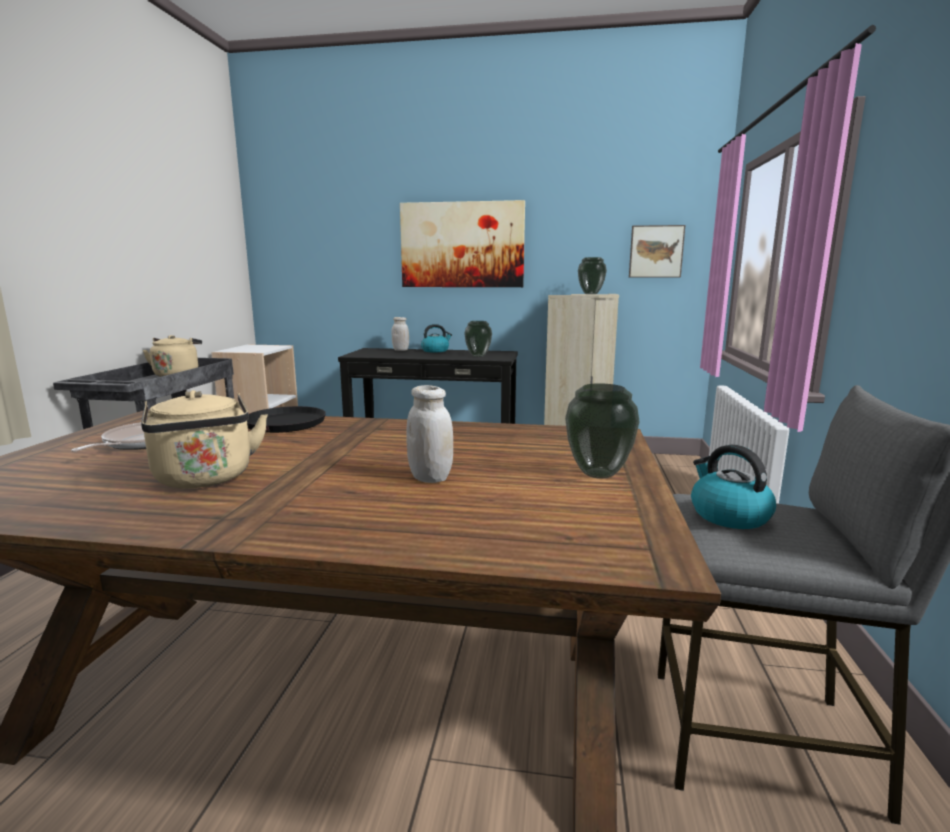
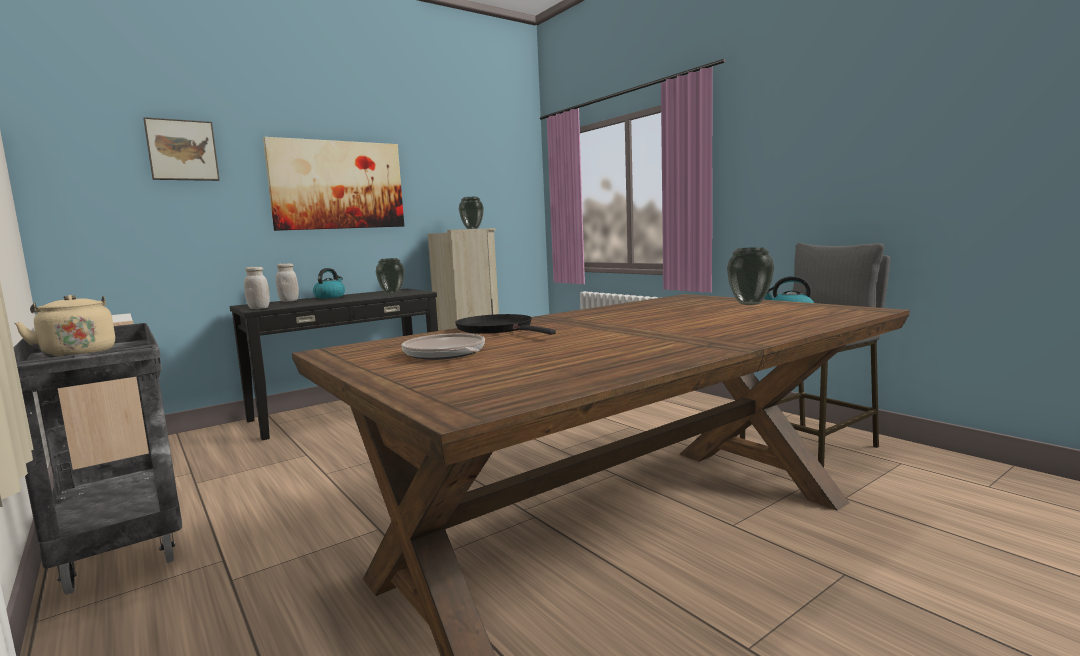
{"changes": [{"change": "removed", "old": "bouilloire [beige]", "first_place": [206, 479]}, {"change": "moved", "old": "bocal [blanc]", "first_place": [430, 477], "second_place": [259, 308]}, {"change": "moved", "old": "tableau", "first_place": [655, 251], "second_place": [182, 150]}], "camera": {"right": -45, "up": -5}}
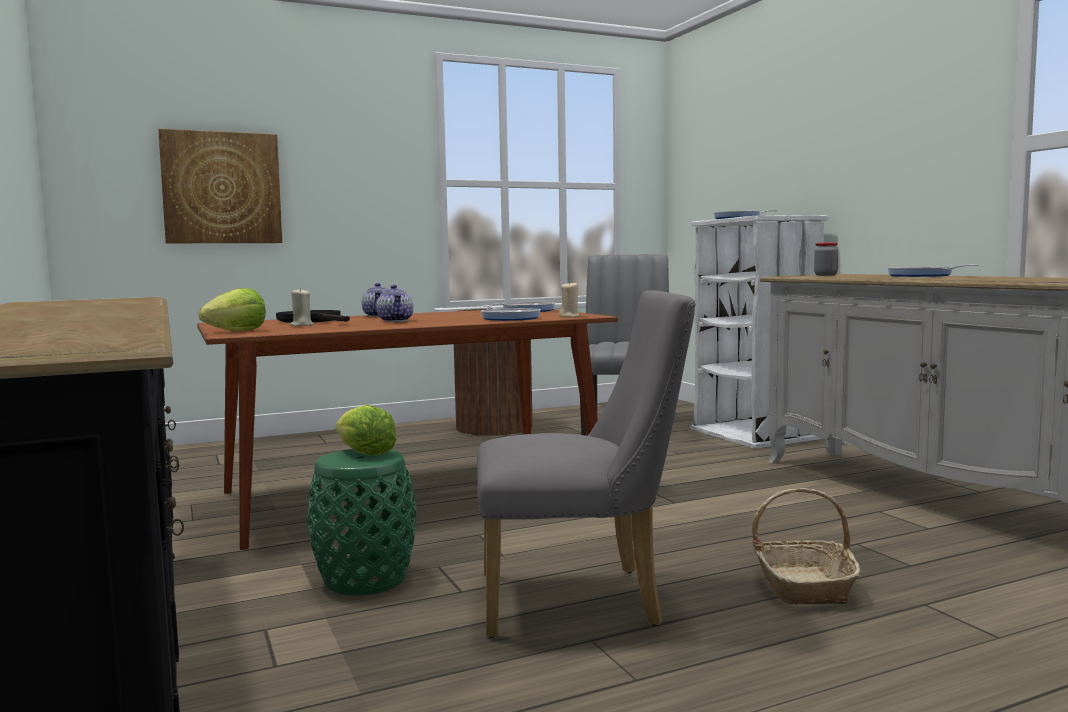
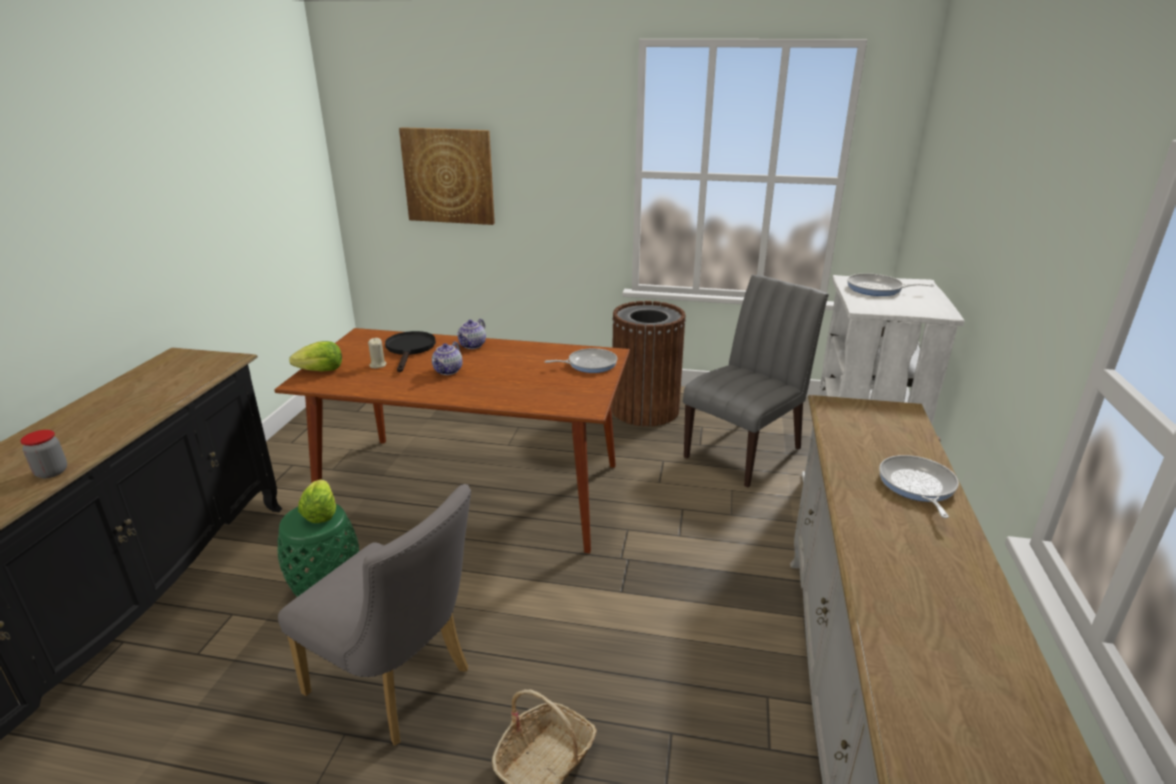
{"changes": [{"change": "removed", "old": "poêle", "first_place": [509, 318]}, {"change": "removed", "old": "bougie [beige]", "first_place": [569, 316]}, {"change": "moved", "old": "bocal", "first_place": [825, 275], "second_place": [52, 472]}], "camera": {"right": 35, "up": 20}}
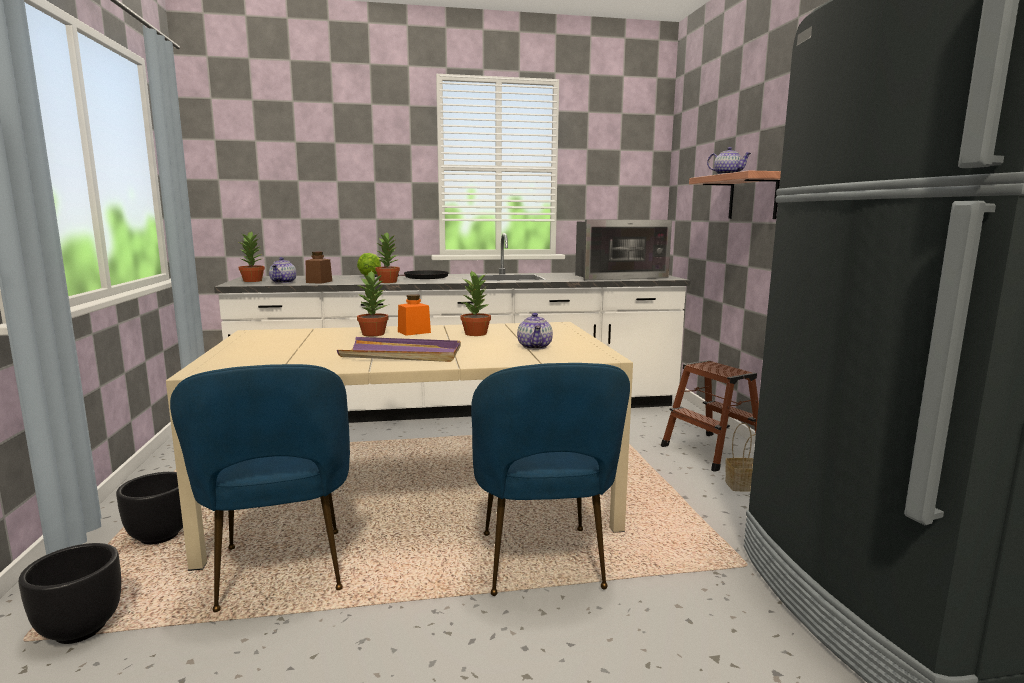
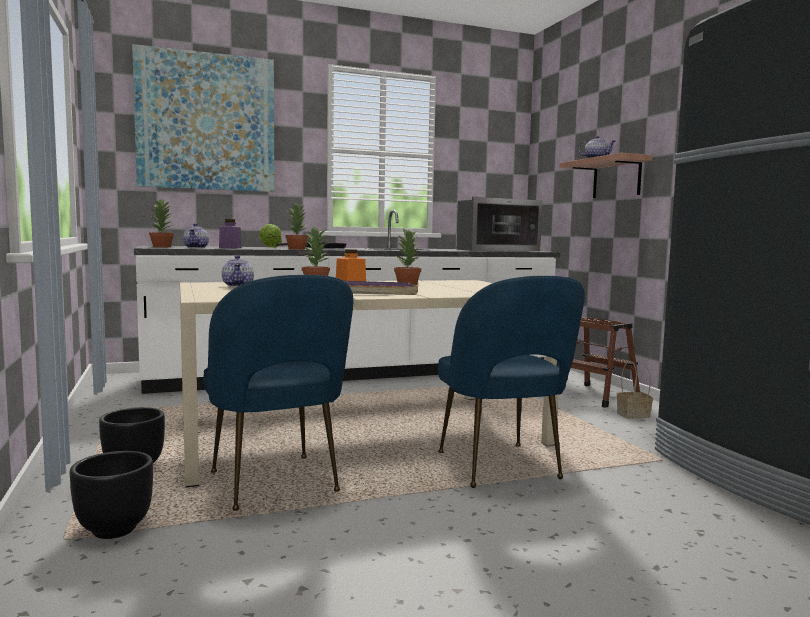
{"changes": [{"change": "added", "new": "tableau", "second_place": [206, 122]}, {"change": "moved", "old": "théière", "first_place": [535, 347], "second_place": [238, 286]}, {"change": "recoloured", "old": "bocal [marron]", "new": "bocal [violet]", "first_place": [319, 282], "second_place": [230, 248]}], "camera": {"right": -10, "up": -5}}
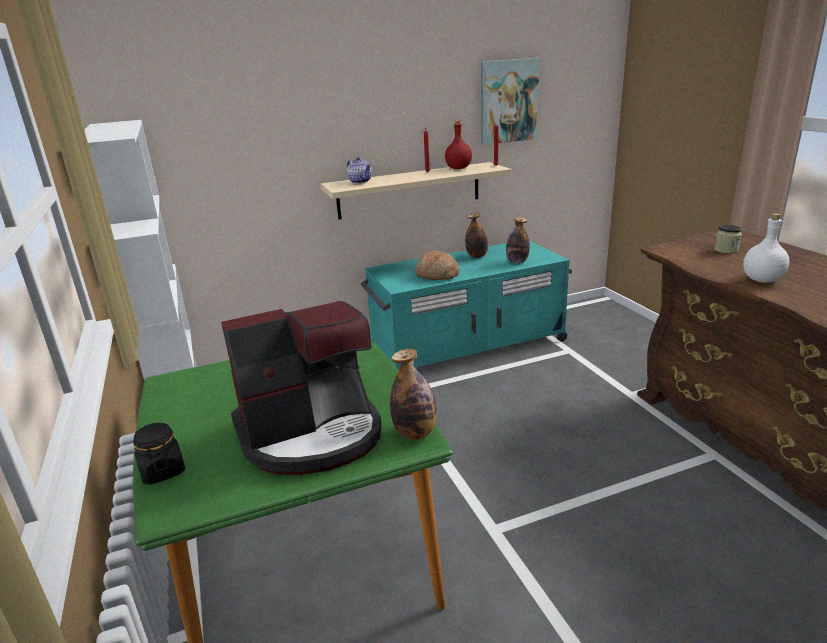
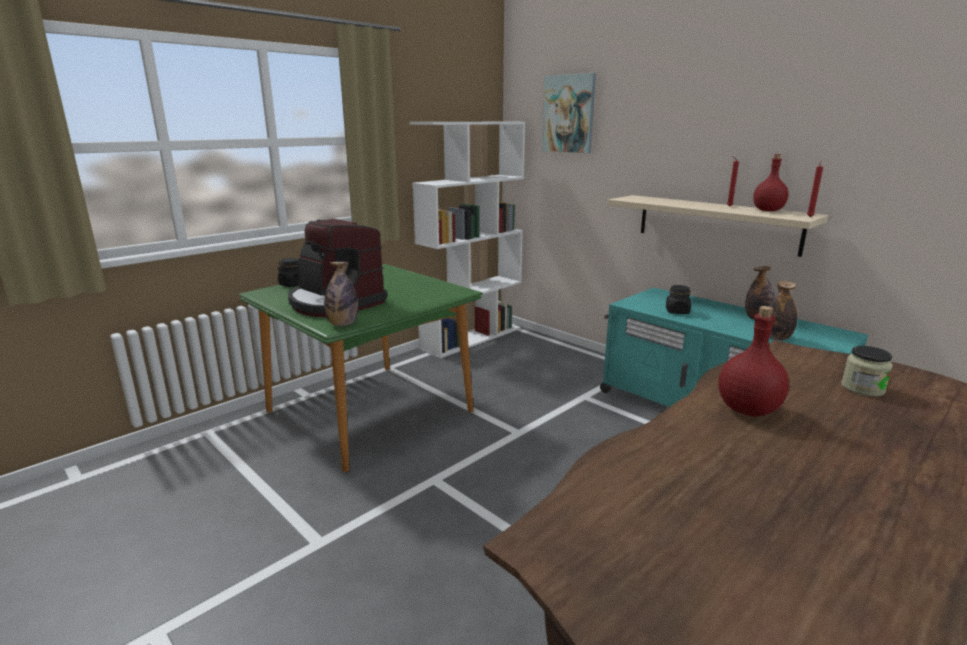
{"changes": [{"change": "removed", "old": "théière", "first_place": [360, 181]}, {"change": "moved", "old": "tableau", "first_place": [508, 101], "second_place": [569, 114]}, {"change": "replaced", "old": "pain", "new": "bocal [noir]", "first_place": [437, 275], "second_place": [677, 311]}, {"change": "recoloured", "old": "bouteille [blanc]", "new": "bouteille [rouge]", "first_place": [762, 280], "second_place": [747, 410]}], "camera": {"right": 65, "up": -5}}
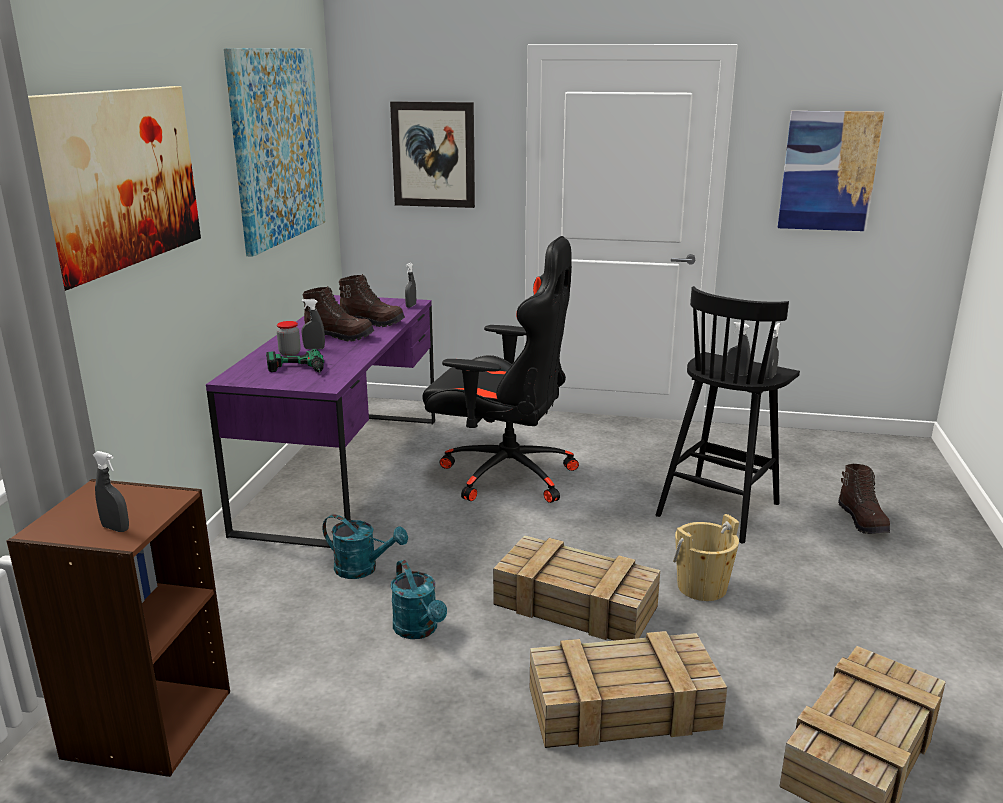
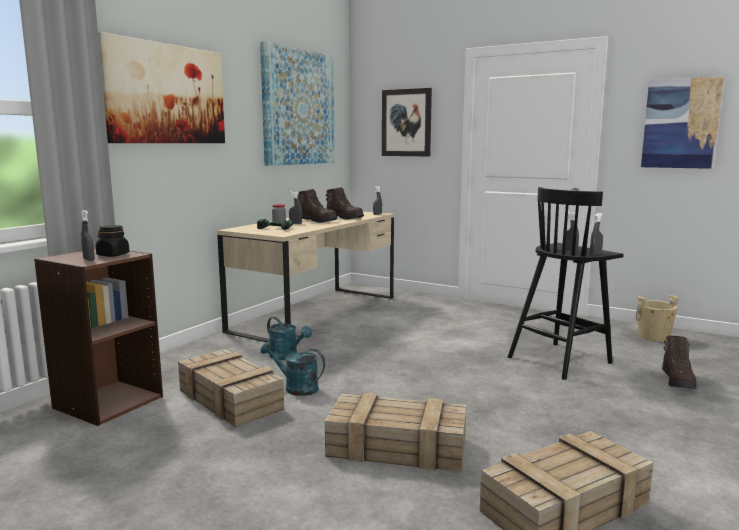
{"changes": [{"change": "removed", "old": "chaise de bureau [noir]", "first_place": [499, 474]}, {"change": "added", "new": "bocal [noir]", "second_place": [113, 255]}, {"change": "moved", "old": "caisse", "first_place": [578, 605], "second_place": [231, 399]}, {"change": "moved", "old": "seau [beige]", "first_place": [702, 587], "second_place": [653, 337]}, {"change": "recoloured", "old": "bureau [violet]", "new": "bureau [beige]", "first_place": [345, 471], "second_place": [316, 313]}, {"change": "turned", "old": "arrosoir [turquoise]", "first_place": [419, 630], "second_place": [296, 388], "degrees": 120}], "camera": {"right": 20, "up": -10}}
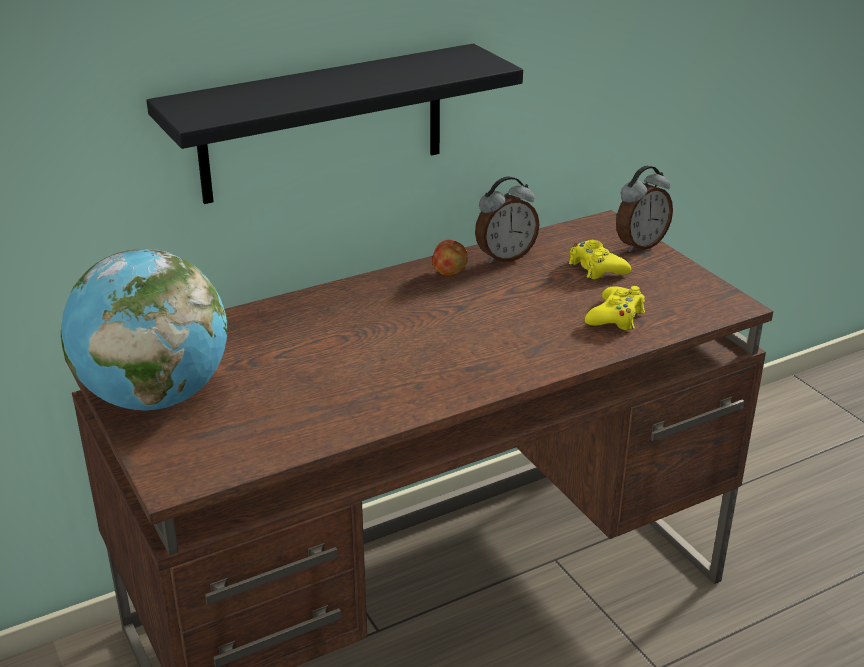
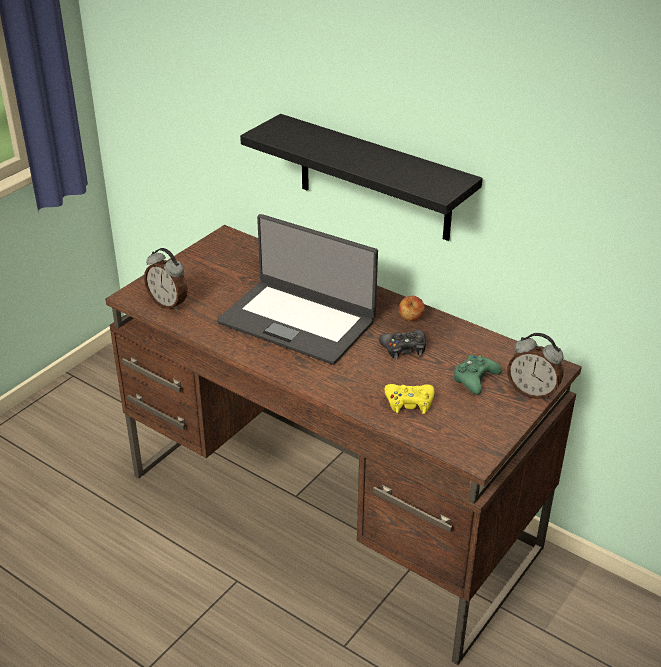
{"changes": [{"change": "removed", "old": "globe", "first_place": [155, 397]}, {"change": "added", "new": "ordinateur portable", "second_place": [297, 321]}, {"change": "added", "new": "manette [noir]", "second_place": [404, 349]}, {"change": "moved", "old": "réveil", "first_place": [505, 257], "second_place": [169, 303]}, {"change": "recoloured", "old": "manette [jaune]", "new": "manette [vert]", "first_place": [596, 267], "second_place": [475, 379]}], "camera": {"right": 65, "up": 5}}
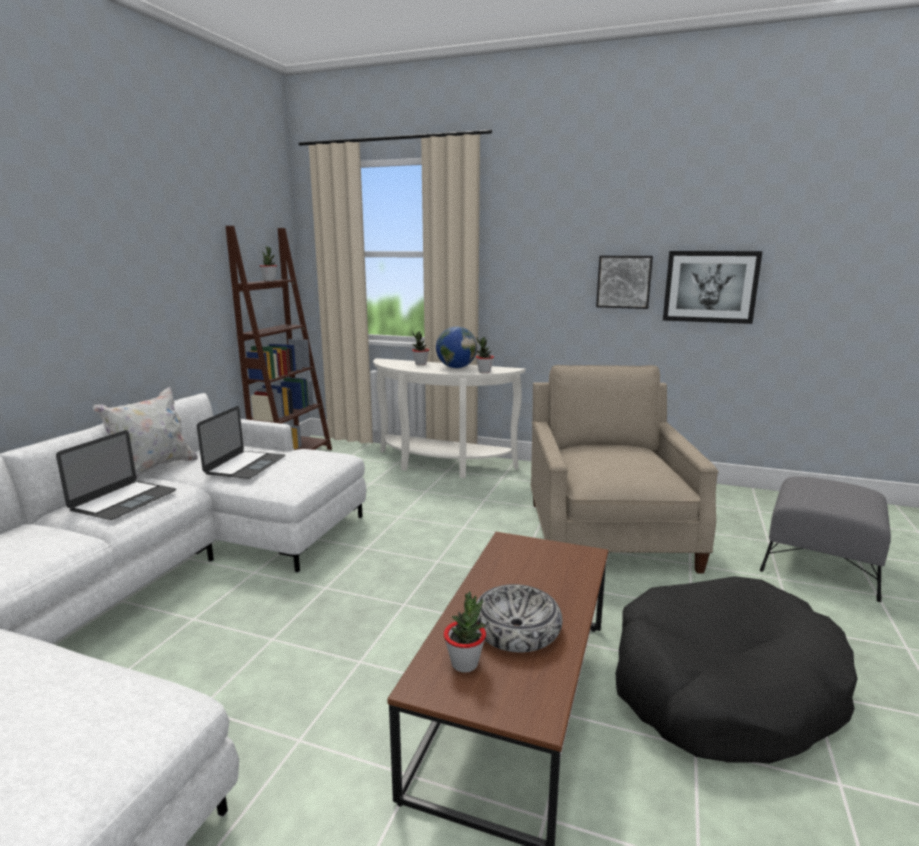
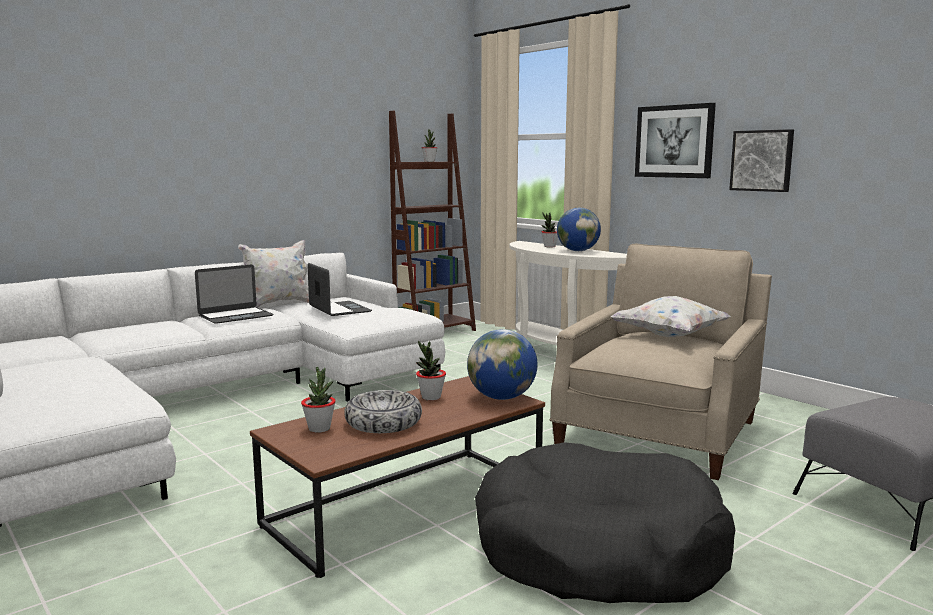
{"changes": [{"change": "added", "new": "globe", "second_place": [501, 397]}, {"change": "added", "new": "coussin [blanc]", "second_place": [670, 336]}, {"change": "moved", "old": "plante en pot", "first_place": [484, 372], "second_place": [431, 397]}, {"change": "moved", "old": "tableau", "first_place": [710, 286], "second_place": [674, 141]}, {"change": "turned", "old": "ordinateur portable", "first_place": [245, 465], "second_place": [339, 309], "degrees": -75}], "camera": {"right": 30, "up": -5}}
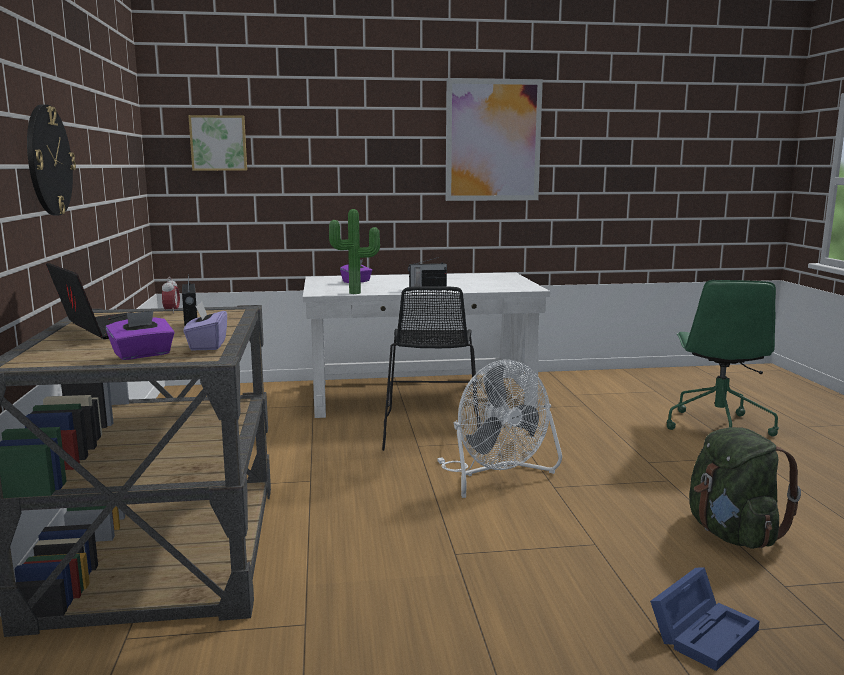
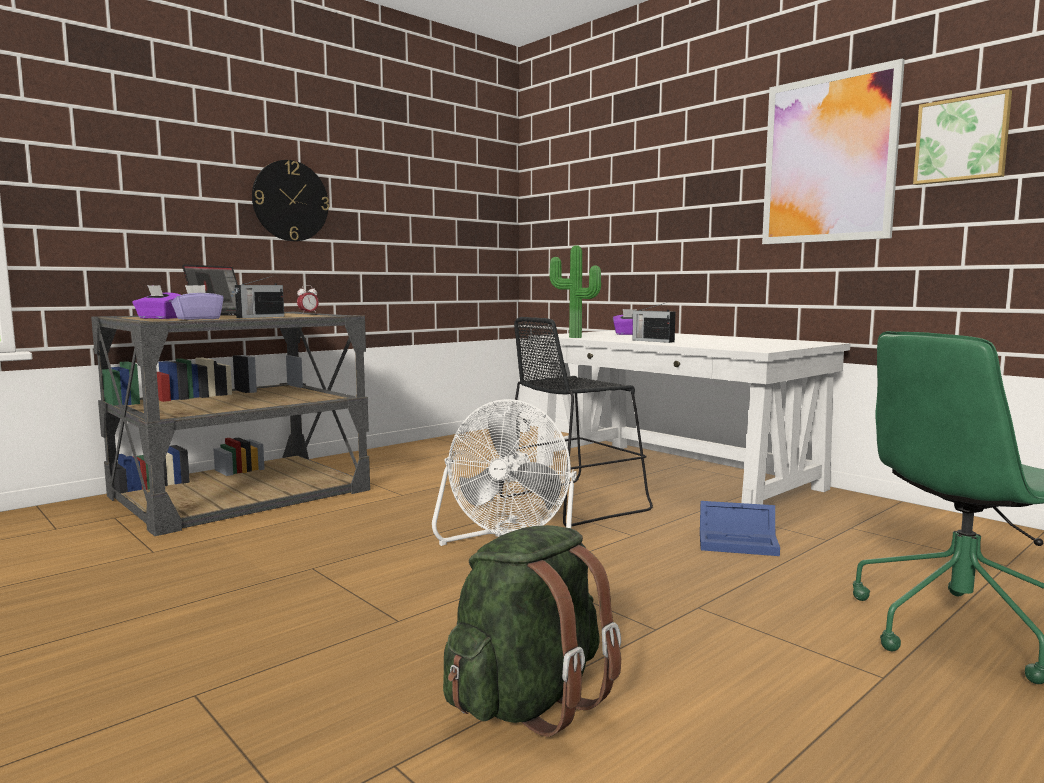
{"changes": [{"change": "moved", "old": "tableau", "first_place": [218, 143], "second_place": [962, 140]}, {"change": "moved", "old": "boîte de rangement [bleu]", "first_place": [704, 631], "second_place": [740, 543]}], "camera": {"right": 55, "up": -5}}
